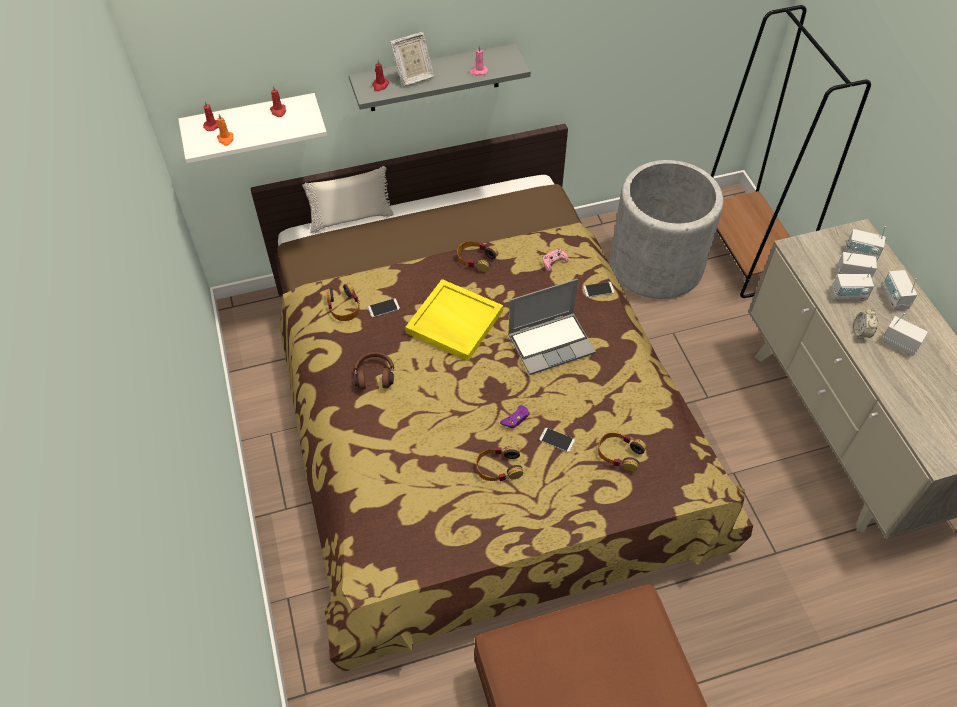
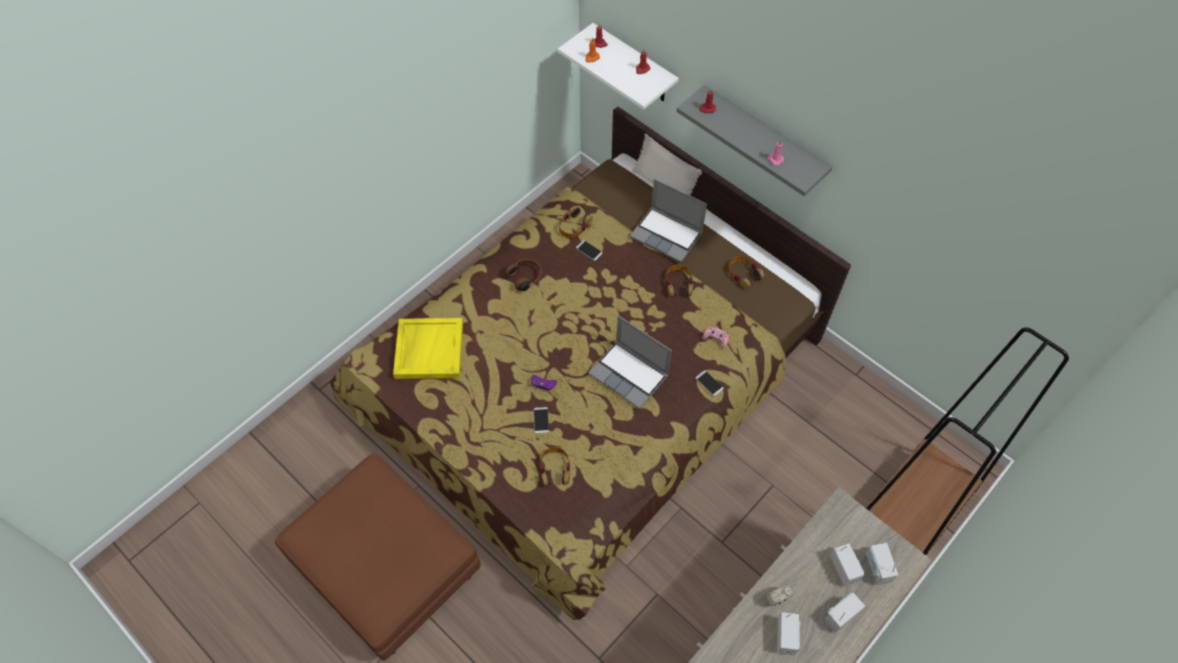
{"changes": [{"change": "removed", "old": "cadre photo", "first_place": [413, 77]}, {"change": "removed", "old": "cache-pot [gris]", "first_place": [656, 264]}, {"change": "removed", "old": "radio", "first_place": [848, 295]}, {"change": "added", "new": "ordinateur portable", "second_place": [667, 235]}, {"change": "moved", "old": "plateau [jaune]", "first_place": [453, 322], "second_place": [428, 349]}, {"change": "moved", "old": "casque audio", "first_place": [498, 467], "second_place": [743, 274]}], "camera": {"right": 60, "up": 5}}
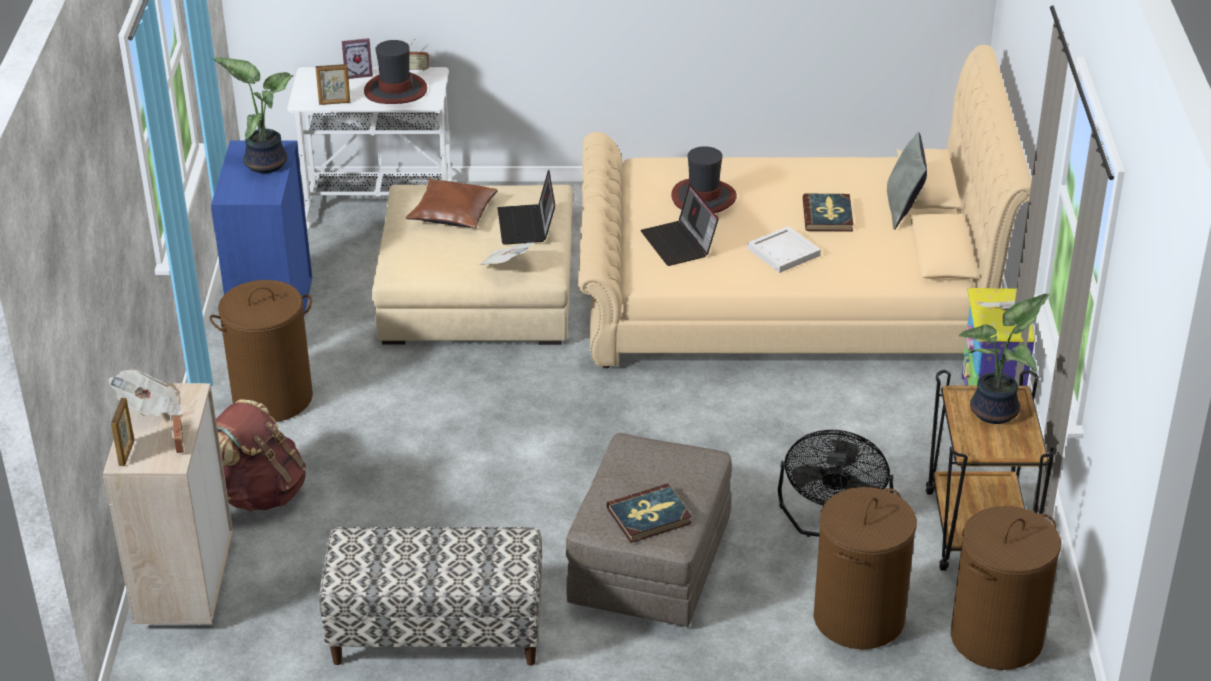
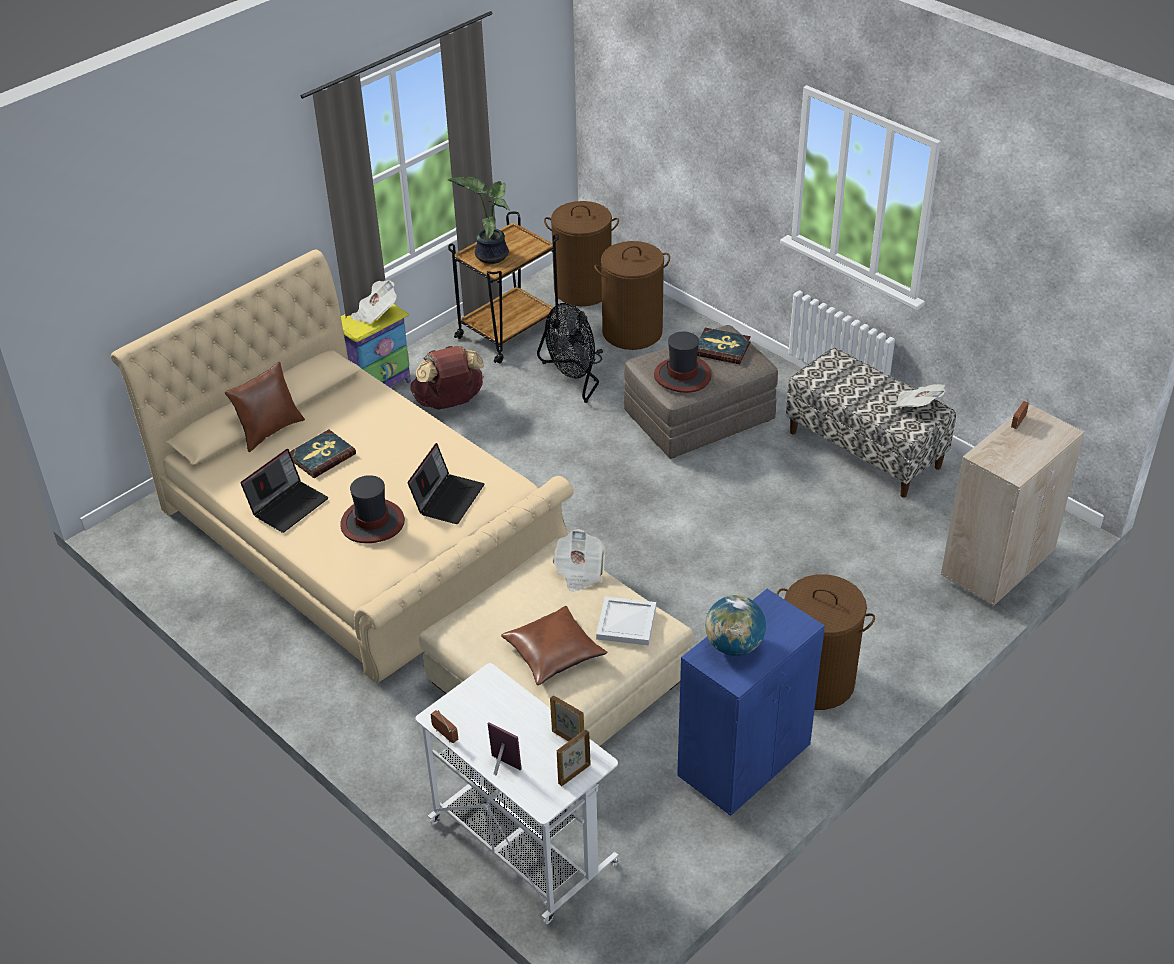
{"changes": [{"change": "moved", "old": "journal", "first_place": [150, 409], "second_place": [917, 406]}, {"change": "moved", "old": "cadre photo", "first_place": [127, 453], "second_place": [573, 774]}, {"change": "moved", "old": "sac à dos [marron]", "first_place": [261, 493], "second_place": [449, 402]}, {"change": "moved", "old": "chapeau", "first_place": [395, 90], "second_place": [682, 375]}, {"change": "moved", "old": "ordinateur portable", "first_place": [527, 226], "second_place": [288, 505]}, {"change": "moved", "old": "plateau [blanc]", "first_place": [783, 251], "second_place": [625, 623]}, {"change": "replaced", "old": "plante en pot", "new": "globe", "first_place": [265, 162], "second_place": [734, 646]}, {"change": "recoloured", "old": "coussin [gris]", "new": "coussin [marron]", "first_place": [903, 210], "second_place": [270, 430]}], "camera": {"right": -135, "up": 5}}
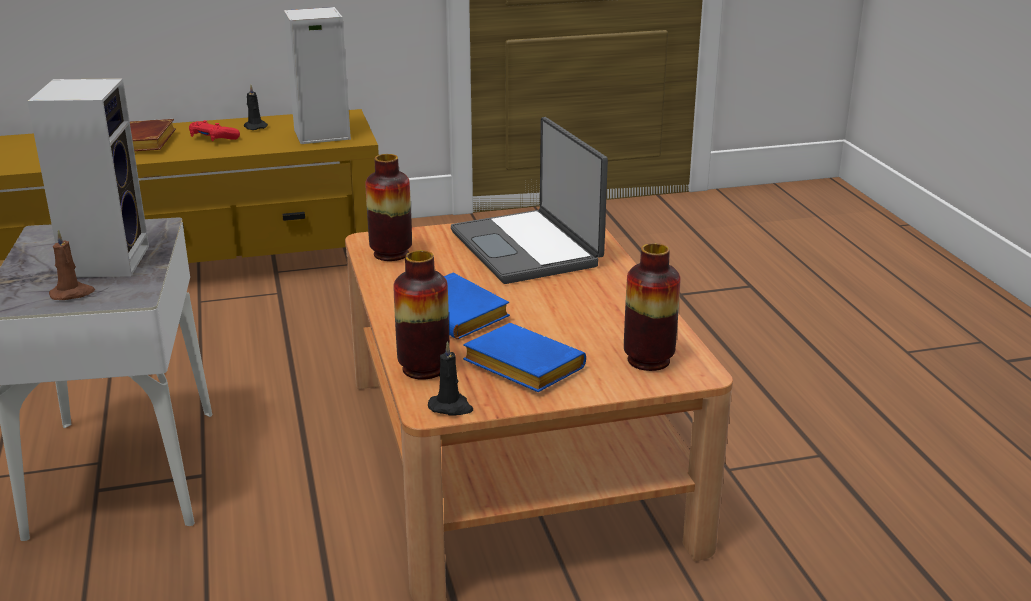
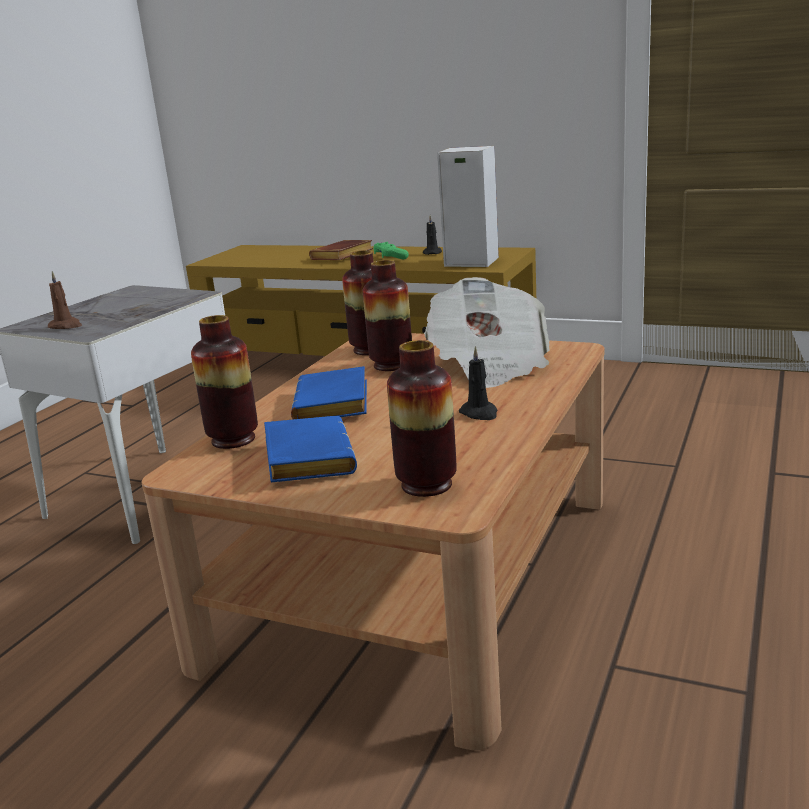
{"changes": [{"change": "removed", "old": "enceinte", "first_place": [105, 260]}, {"change": "added", "new": "vase", "second_place": [391, 365]}, {"change": "moved", "old": "bougie [noir]", "first_place": [451, 407], "second_place": [479, 413]}, {"change": "replaced", "old": "ordinateur portable", "new": "journal", "first_place": [528, 248], "second_place": [489, 365]}, {"change": "recoloured", "old": "manette [rouge]", "new": "manette [vert]", "first_place": [213, 138], "second_place": [390, 257]}], "camera": {"right": 40, "up": -5}}
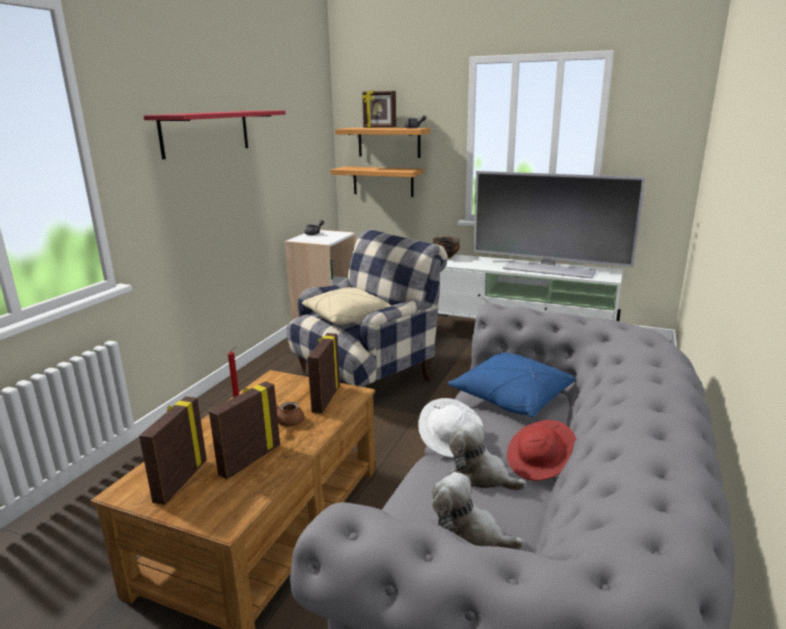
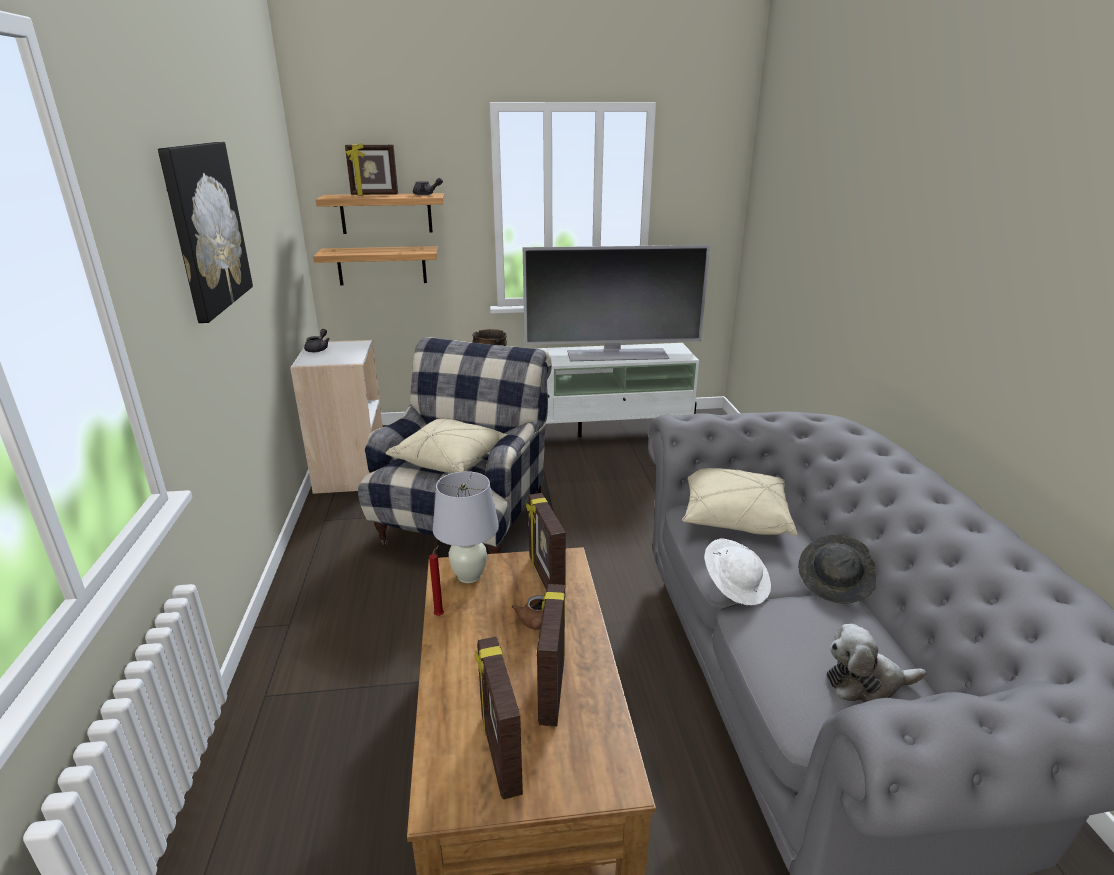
{"changes": [{"change": "removed", "old": "peluche", "first_place": [481, 476]}, {"change": "added", "new": "lampe de table [blanc]", "second_place": [469, 576]}, {"change": "replaced", "old": "étagère [rouge]", "new": "tableau", "first_place": [206, 133], "second_place": [206, 228]}, {"change": "recoloured", "old": "coussin [bleu]", "new": "coussin [beige]", "first_place": [511, 398], "second_place": [734, 517]}, {"change": "recoloured", "old": "chapeau [rouge]", "new": "chapeau [gris]", "first_place": [540, 464], "second_place": [836, 583]}], "camera": {"right": -30, "up": 5}}
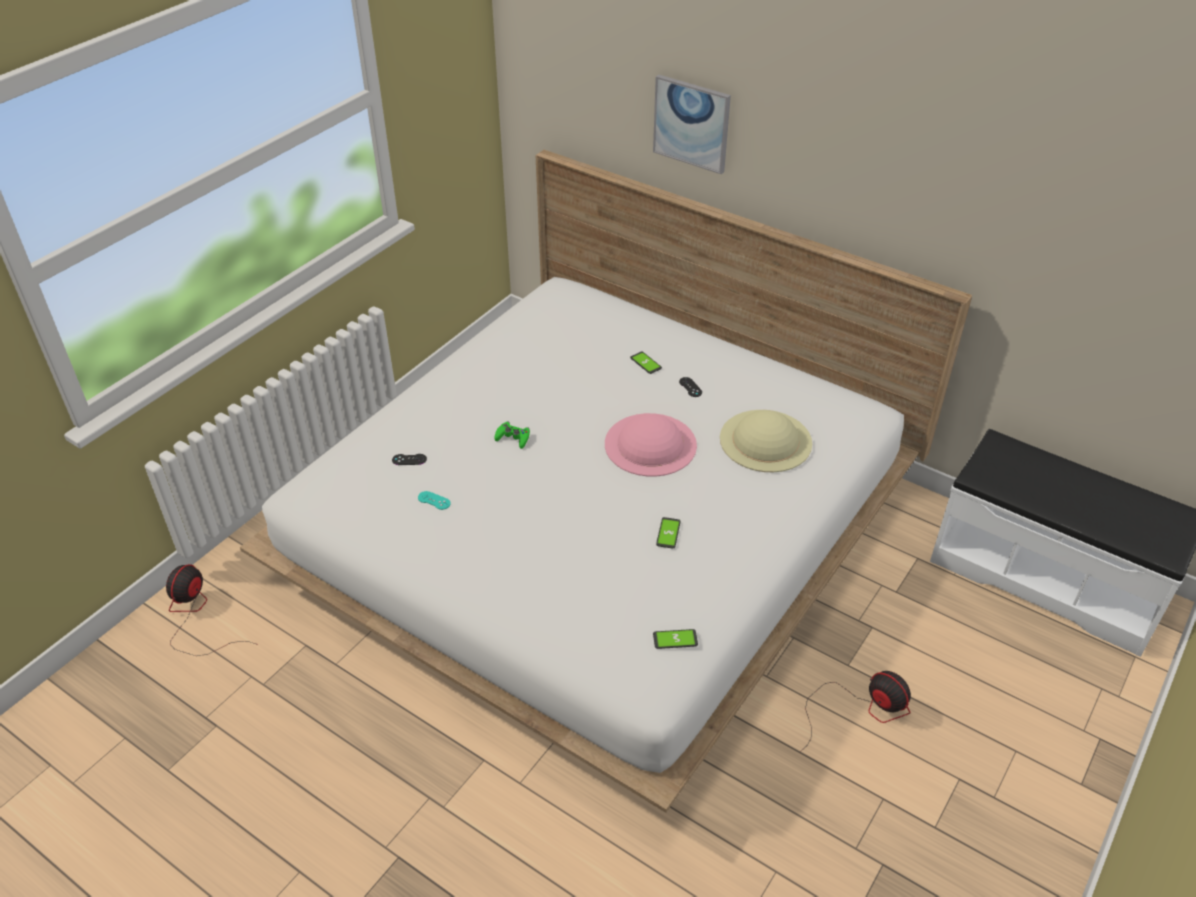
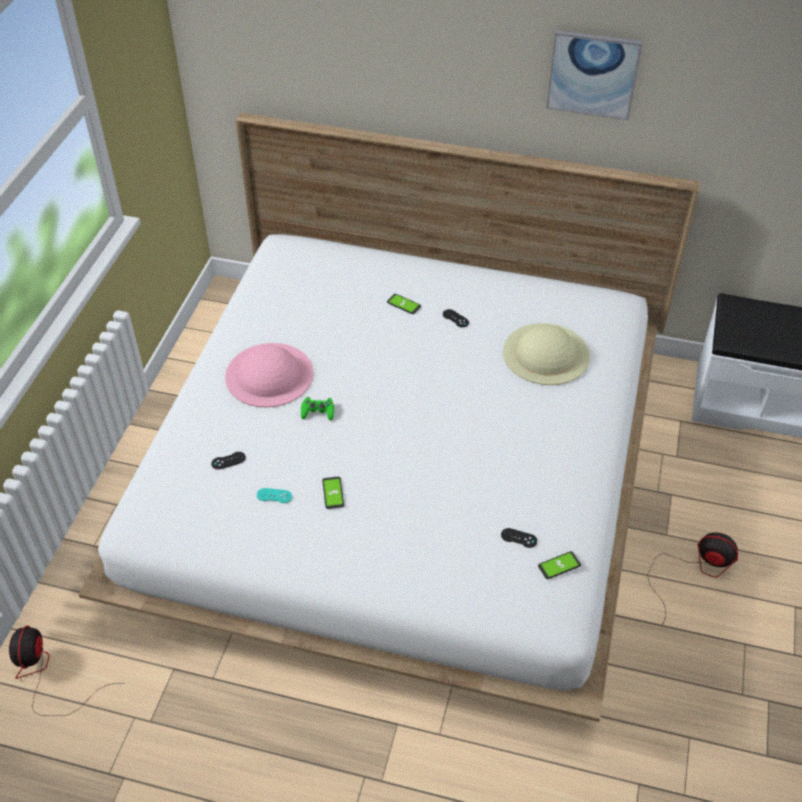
{"changes": [{"change": "added", "new": "manette [noir]", "second_place": [519, 538]}, {"change": "moved", "old": "chapeau [rose]", "first_place": [650, 444], "second_place": [269, 374]}, {"change": "moved", "old": "tableau", "first_place": [691, 123], "second_place": [593, 74]}, {"change": "moved", "old": "téléphone", "first_place": [668, 533], "second_place": [333, 493]}], "camera": {"right": -20, "up": 5}}
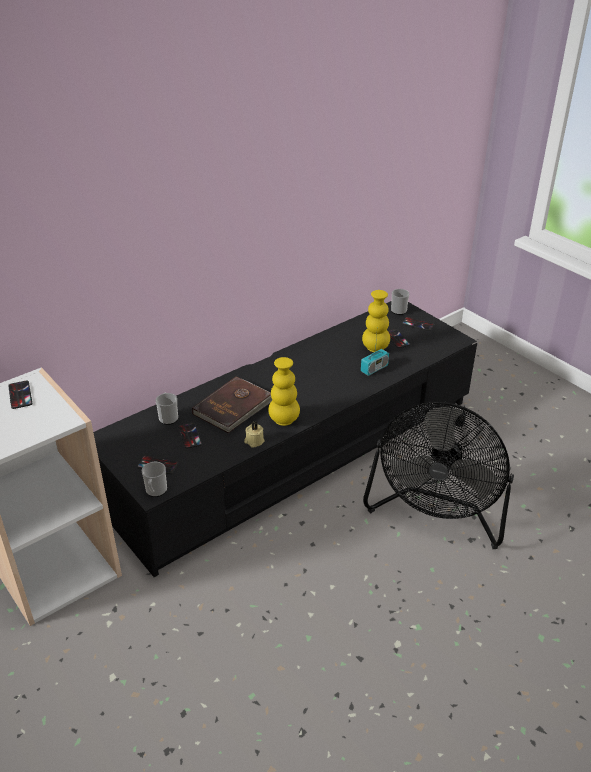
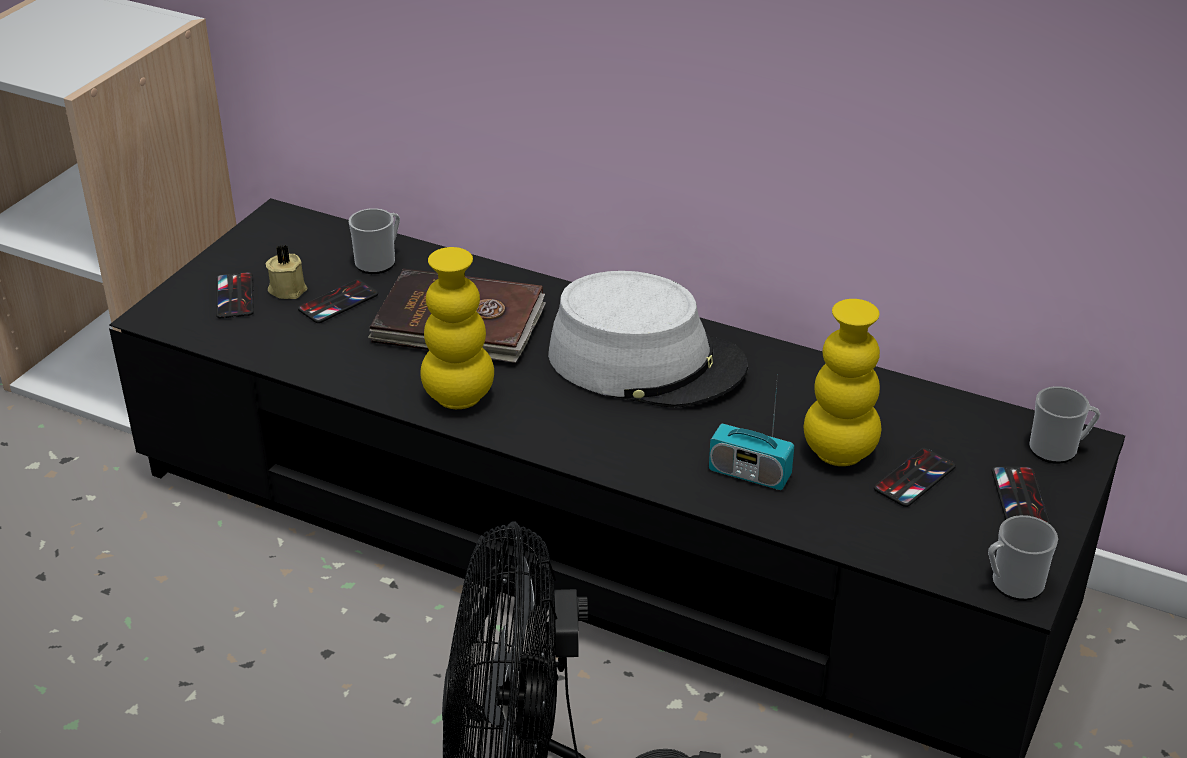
{"changes": [{"change": "removed", "old": "téléphone", "first_place": [20, 395]}, {"change": "added", "new": "chapeau [gris]", "second_place": [646, 362]}, {"change": "moved", "old": "mug", "first_place": [155, 491], "second_place": [1012, 584]}, {"change": "moved", "old": "bougie [beige]", "first_place": [254, 441], "second_place": [288, 289]}], "camera": {"right": 65, "up": 0}}
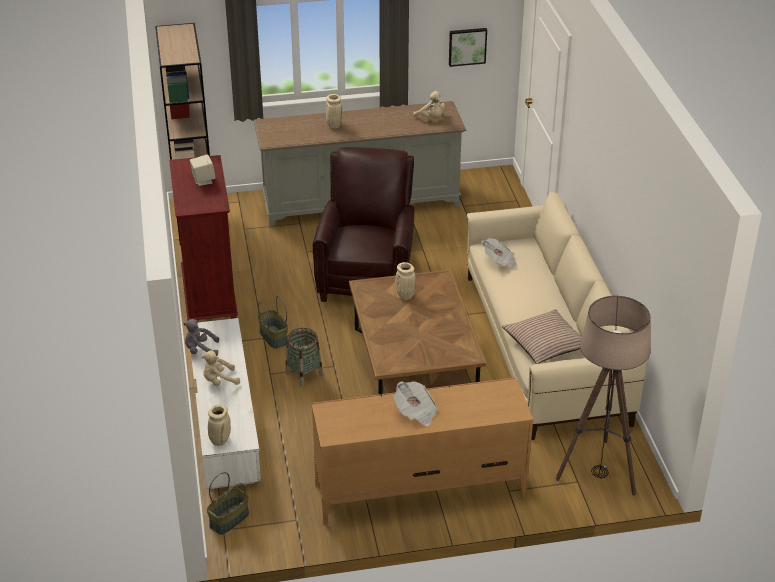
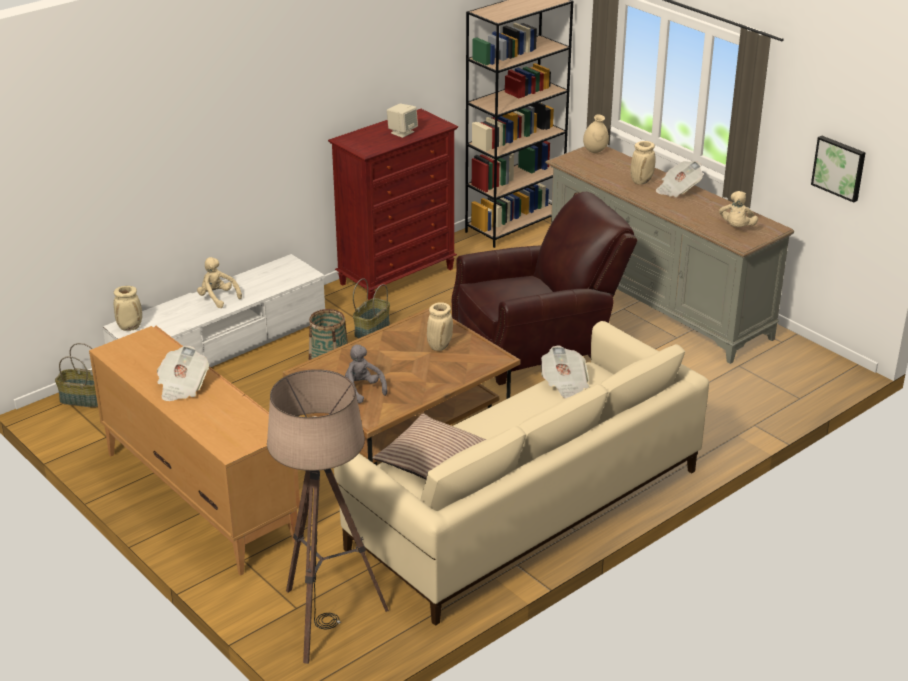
{"changes": [{"change": "added", "new": "vase [beige]", "second_place": [595, 151]}, {"change": "added", "new": "journal", "second_place": [678, 190]}, {"change": "moved", "old": "peluche [gris]", "first_place": [200, 350], "second_place": [361, 390]}], "camera": {"right": 60, "up": -5}}
